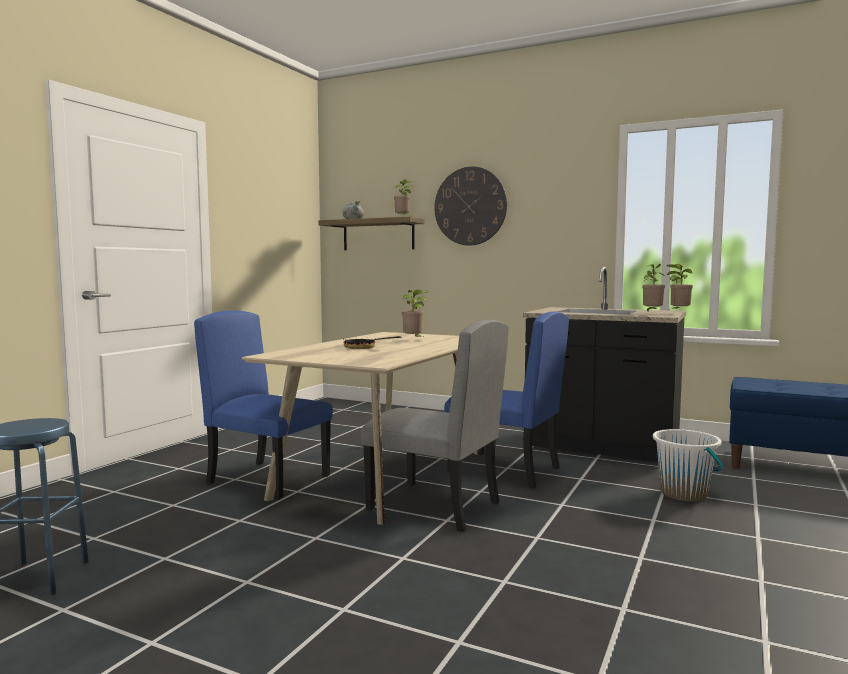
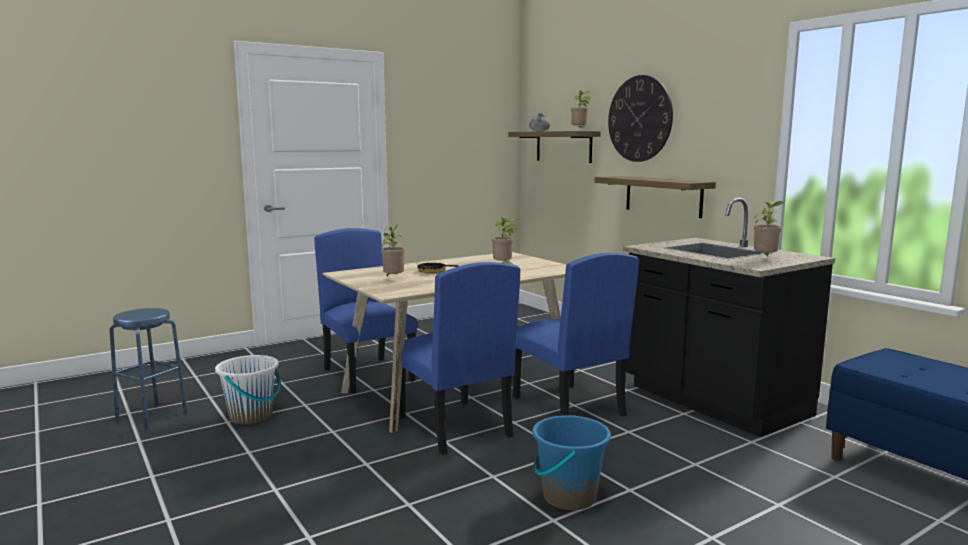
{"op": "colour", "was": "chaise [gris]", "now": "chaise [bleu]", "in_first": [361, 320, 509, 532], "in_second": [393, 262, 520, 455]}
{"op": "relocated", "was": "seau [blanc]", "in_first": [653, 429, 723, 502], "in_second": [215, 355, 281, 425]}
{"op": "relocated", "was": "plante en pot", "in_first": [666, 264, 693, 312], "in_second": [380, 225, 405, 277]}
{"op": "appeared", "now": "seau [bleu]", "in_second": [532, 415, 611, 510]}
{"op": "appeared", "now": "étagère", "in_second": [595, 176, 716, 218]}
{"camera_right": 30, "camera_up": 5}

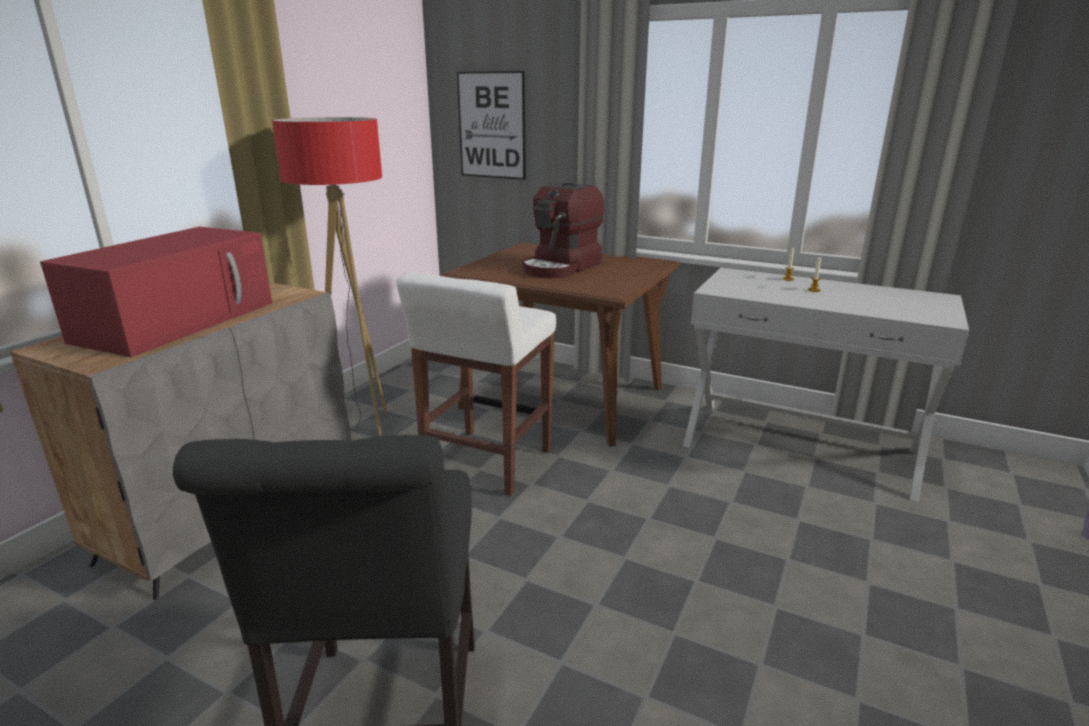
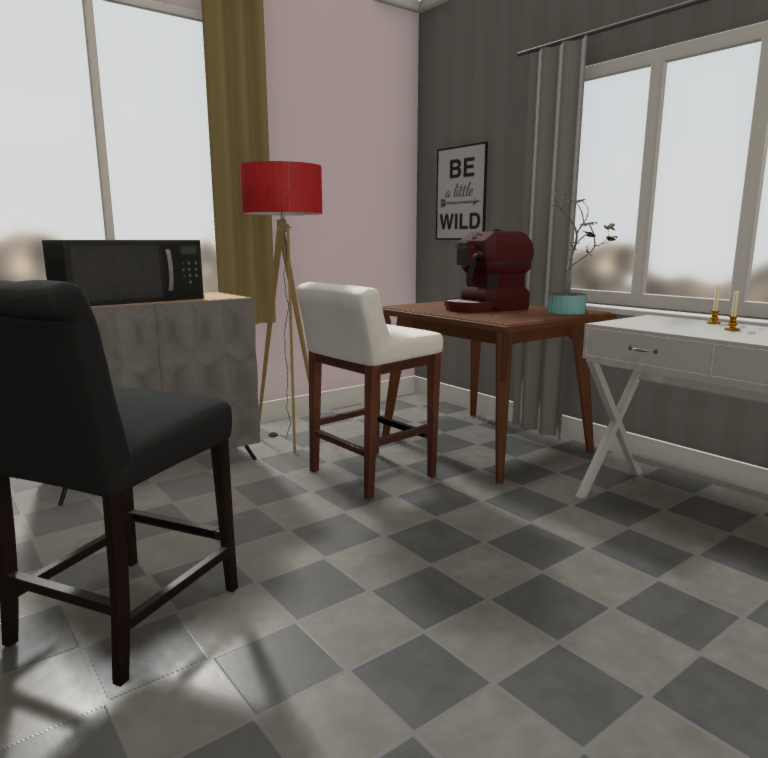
{"op": "colour", "was": "micro-ondes [rouge]", "now": "micro-ondes [noir]", "in_first": [40, 227, 272, 357], "in_second": [42, 240, 204, 306]}
{"op": "appeared", "now": "plante en pot", "in_second": [548, 191, 617, 315]}
{"camera_right": 25, "camera_up": -10}

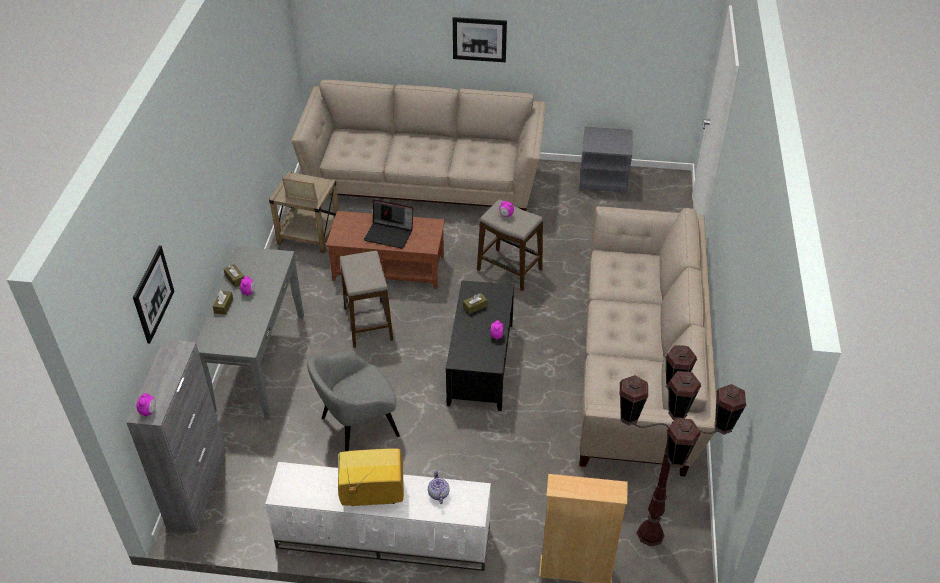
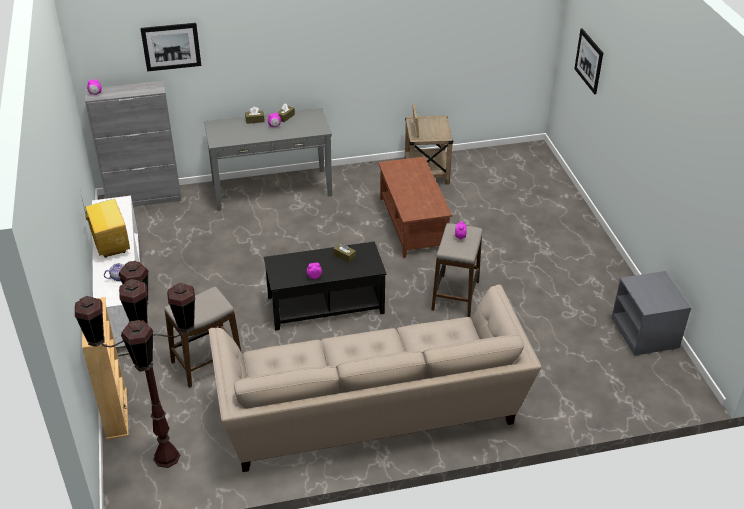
{"op": "missing", "was": "canapé [beige]", "in_first": [292, 80, 546, 211]}
{"op": "missing", "was": "fauteuil [gris]", "in_first": [307, 352, 400, 451]}
{"op": "relocated", "was": "tabouret", "in_first": [340, 251, 393, 348], "in_second": [165, 286, 241, 388]}
{"op": "missing", "was": "ordinateur portable", "in_first": [364, 200, 413, 249]}
{"op": "relocated", "was": "tableau", "in_first": [453, 17, 507, 62], "in_second": [574, 28, 603, 94]}
{"camera_right": 70, "camera_up": -5}

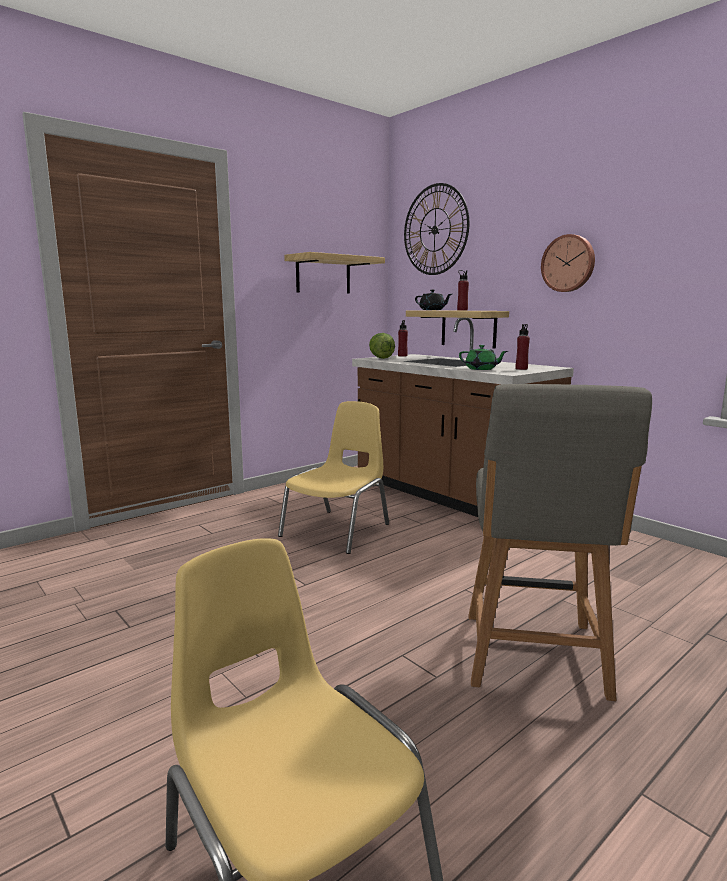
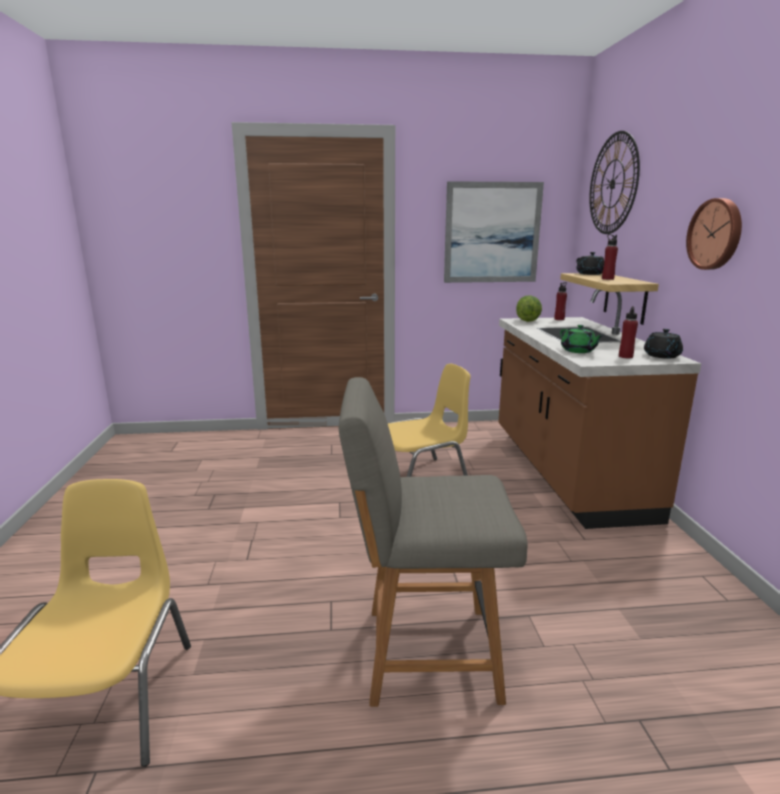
{"op": "exchanged", "was": "étagère", "now": "tableau", "in_first": [284, 252, 385, 293], "in_second": [444, 181, 544, 283]}
{"op": "spun", "was": "chaise [gris]", "in_first": [469, 384, 652, 701], "in_second": [339, 377, 528, 707], "clockwise": 45}
{"op": "appeared", "now": "théière [noir]", "in_second": [644, 329, 683, 358]}
{"camera_right": 35, "camera_up": 5}

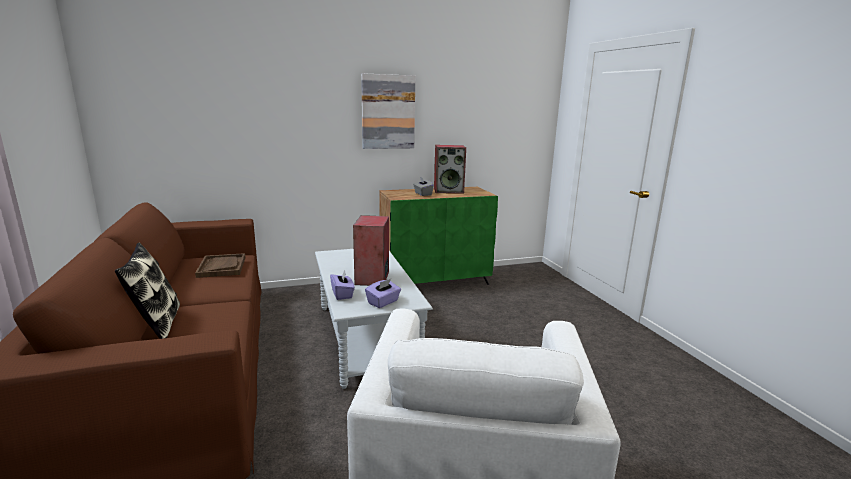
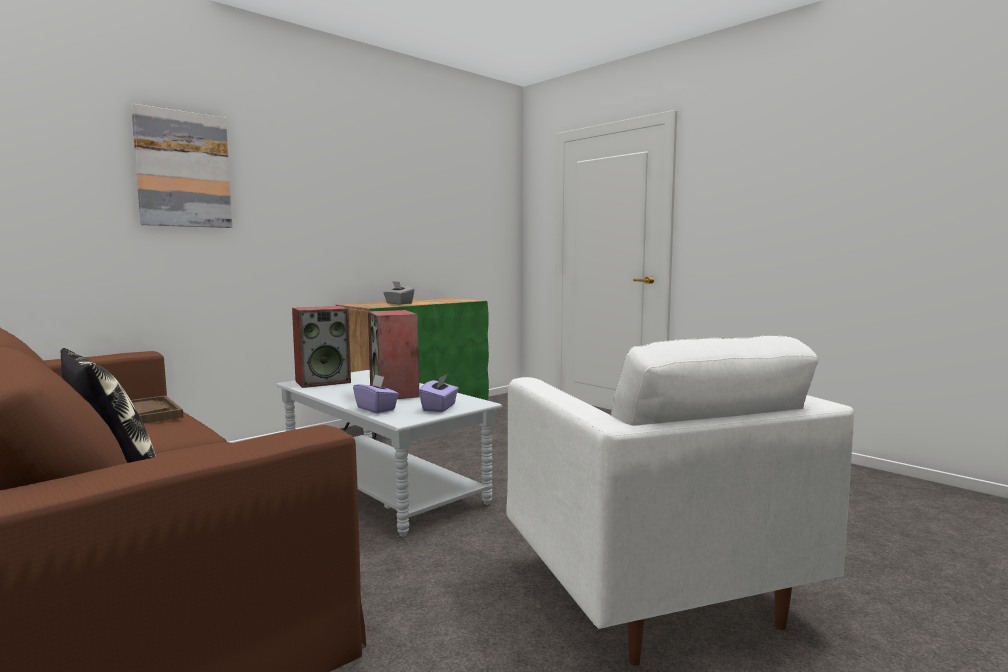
{"op": "relocated", "was": "tableau", "in_first": [361, 73, 415, 149], "in_second": [131, 104, 232, 228]}
{"op": "relocated", "was": "enceinte", "in_first": [434, 145, 466, 194], "in_second": [292, 306, 351, 388]}
{"camera_right": -25, "camera_up": -10}

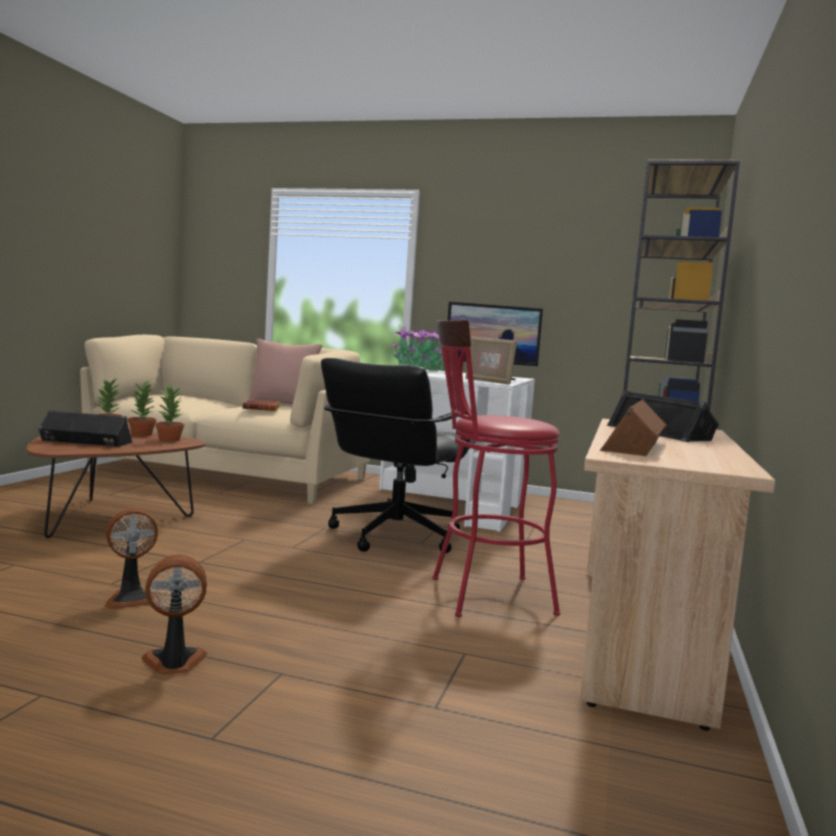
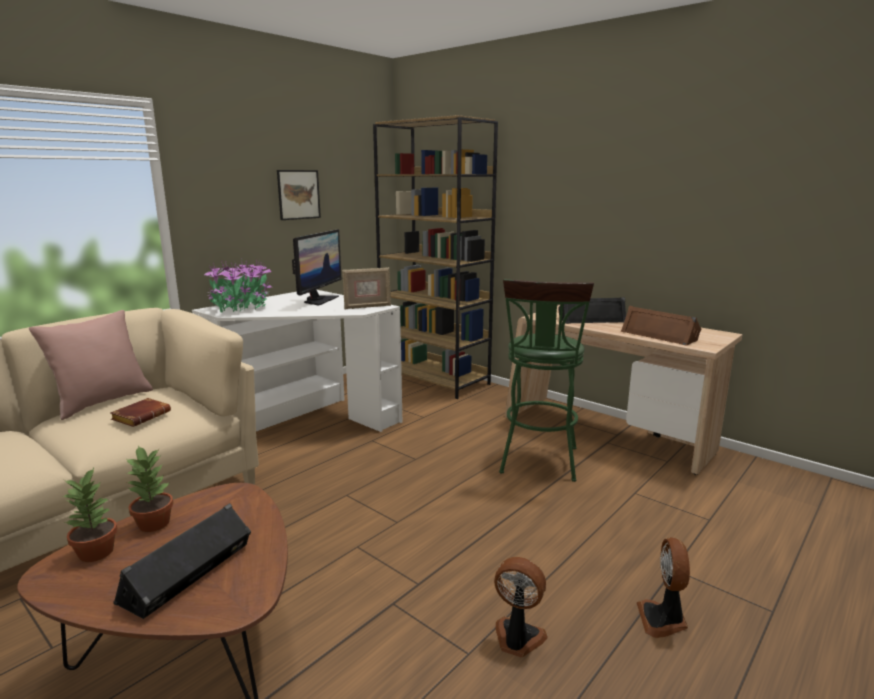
{"op": "spun", "was": "ventilateur", "in_first": [105, 508, 161, 610], "in_second": [494, 557, 548, 658], "clockwise": -60}
{"op": "missing", "was": "plante en pot", "in_first": [155, 384, 184, 442]}
{"op": "missing", "was": "chaise de bureau [noir]", "in_first": [321, 358, 476, 553]}
{"op": "colour", "was": "tabouret [rouge]", "now": "tabouret [vert]", "in_first": [432, 320, 560, 617], "in_second": [499, 279, 594, 482]}
{"op": "appeared", "now": "tableau", "in_second": [277, 170, 321, 220]}
{"camera_right": -65, "camera_up": 10}

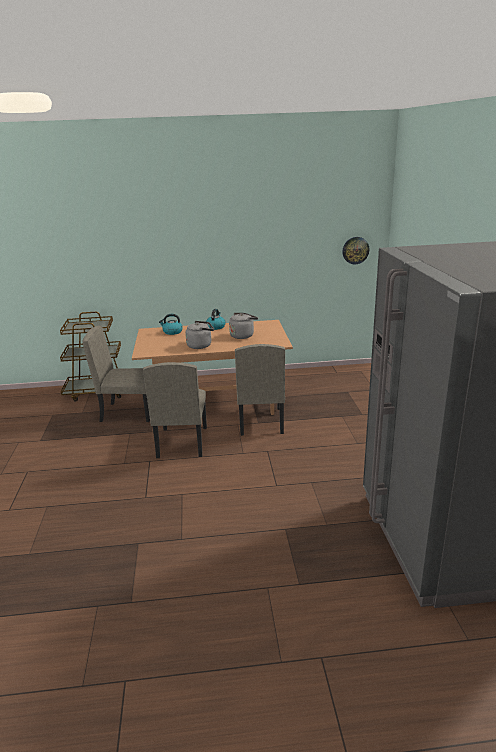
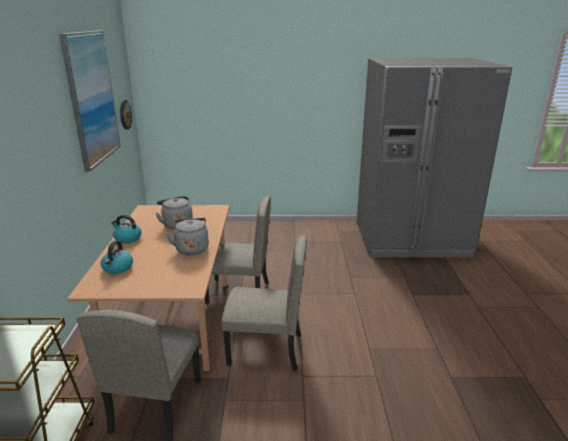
{"op": "appeared", "now": "tableau", "in_second": [59, 30, 121, 172]}
{"camera_right": -85, "camera_up": 0}

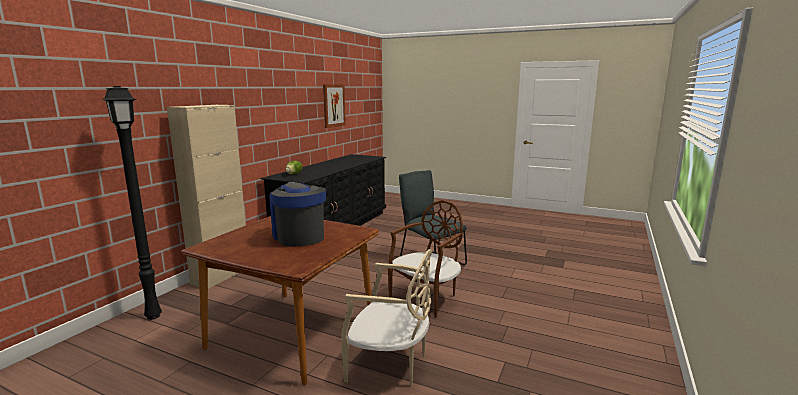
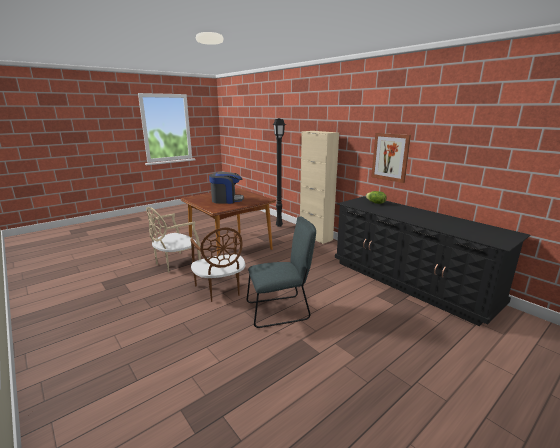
{"op": "relocated", "was": "tableau", "in_first": [323, 84, 346, 128], "in_second": [371, 133, 411, 183]}
{"camera_right": 115, "camera_up": 5}

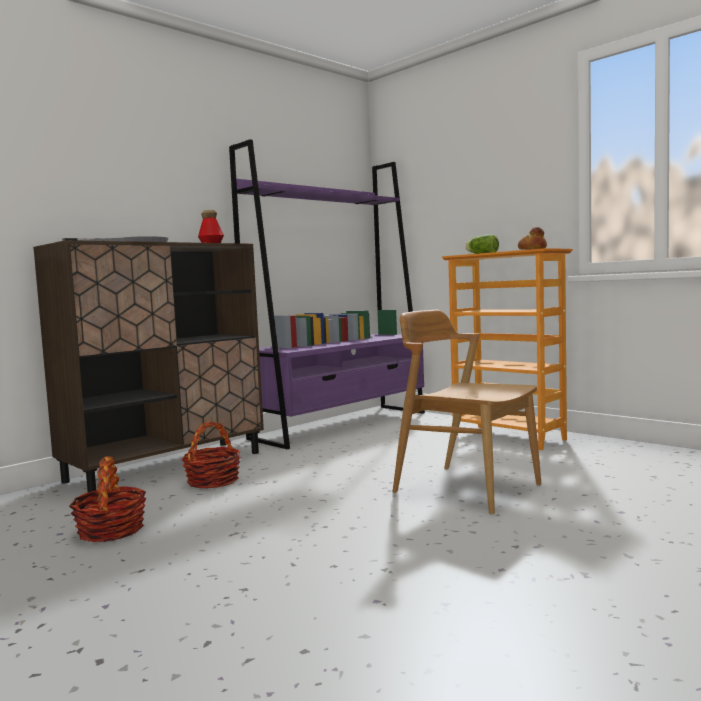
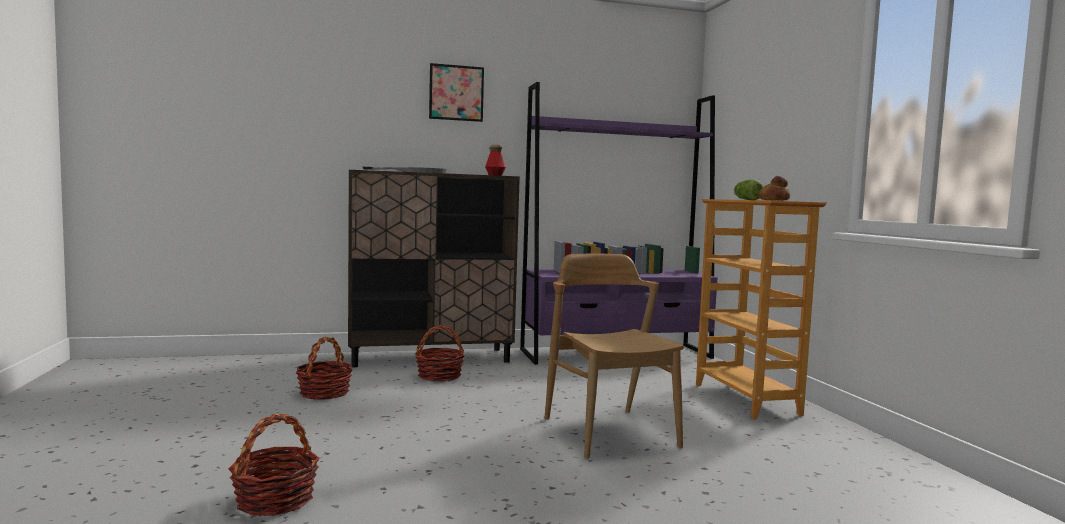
{"op": "appeared", "now": "panier", "in_second": [228, 414, 320, 516]}
{"op": "appeared", "now": "tableau", "in_second": [429, 63, 484, 122]}
{"camera_right": 30, "camera_up": 0}

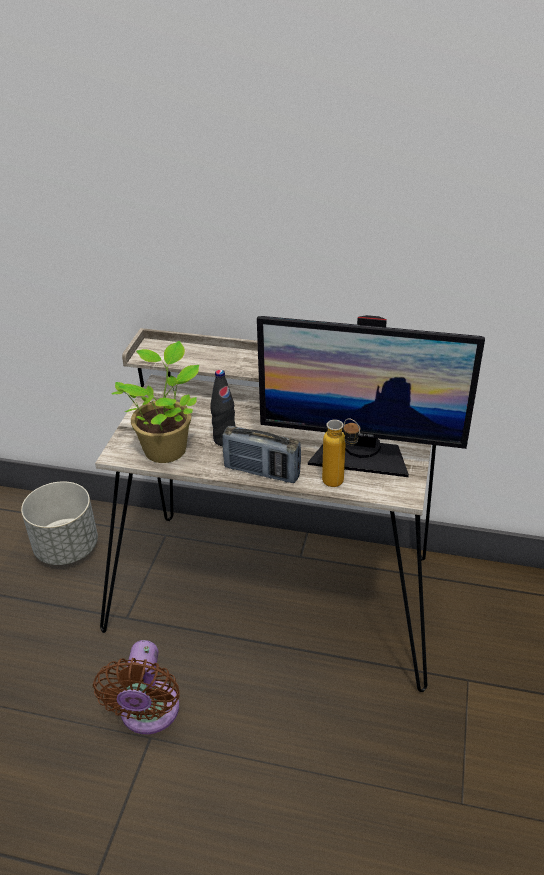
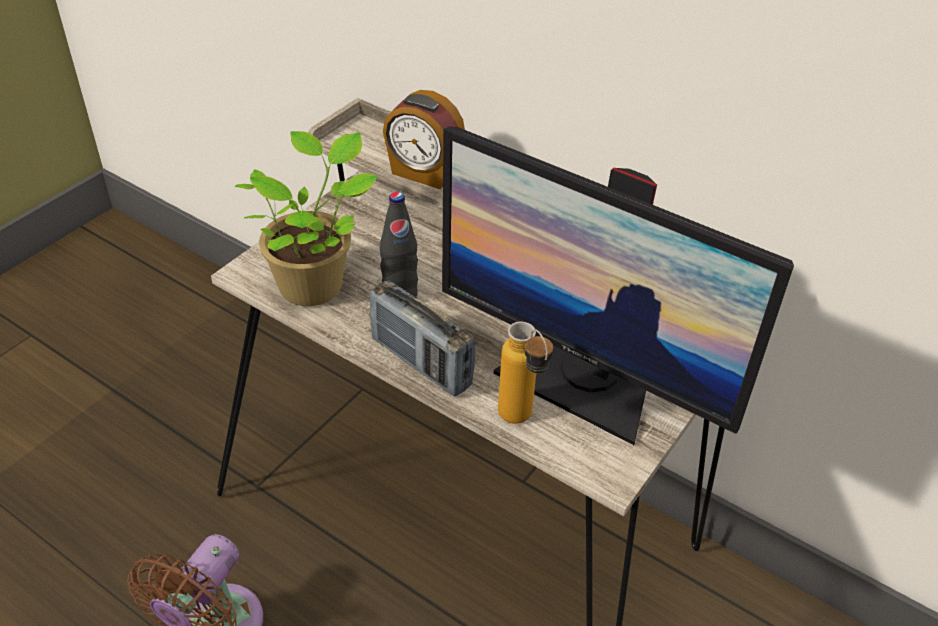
{"op": "missing", "was": "cache-pot [gris]", "in_first": [21, 481, 98, 565]}
{"op": "appeared", "now": "réveil", "in_second": [383, 90, 465, 189]}
{"camera_right": 20, "camera_up": 5}

